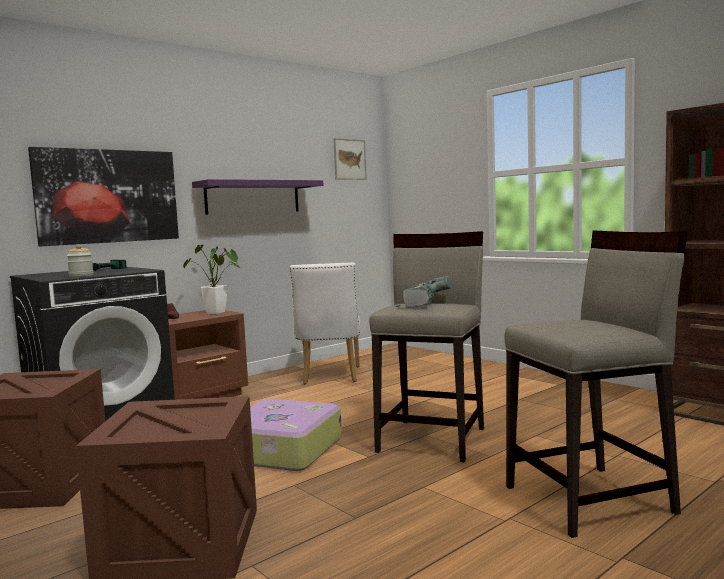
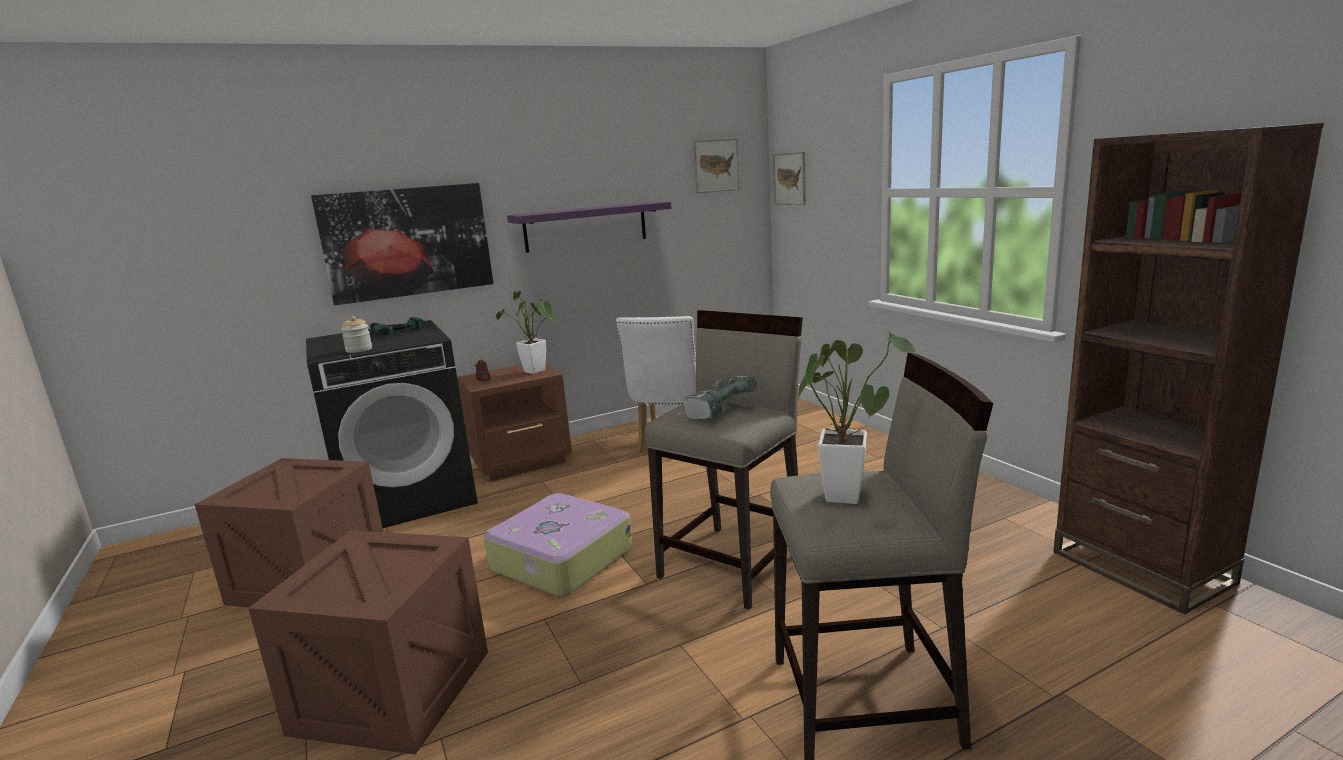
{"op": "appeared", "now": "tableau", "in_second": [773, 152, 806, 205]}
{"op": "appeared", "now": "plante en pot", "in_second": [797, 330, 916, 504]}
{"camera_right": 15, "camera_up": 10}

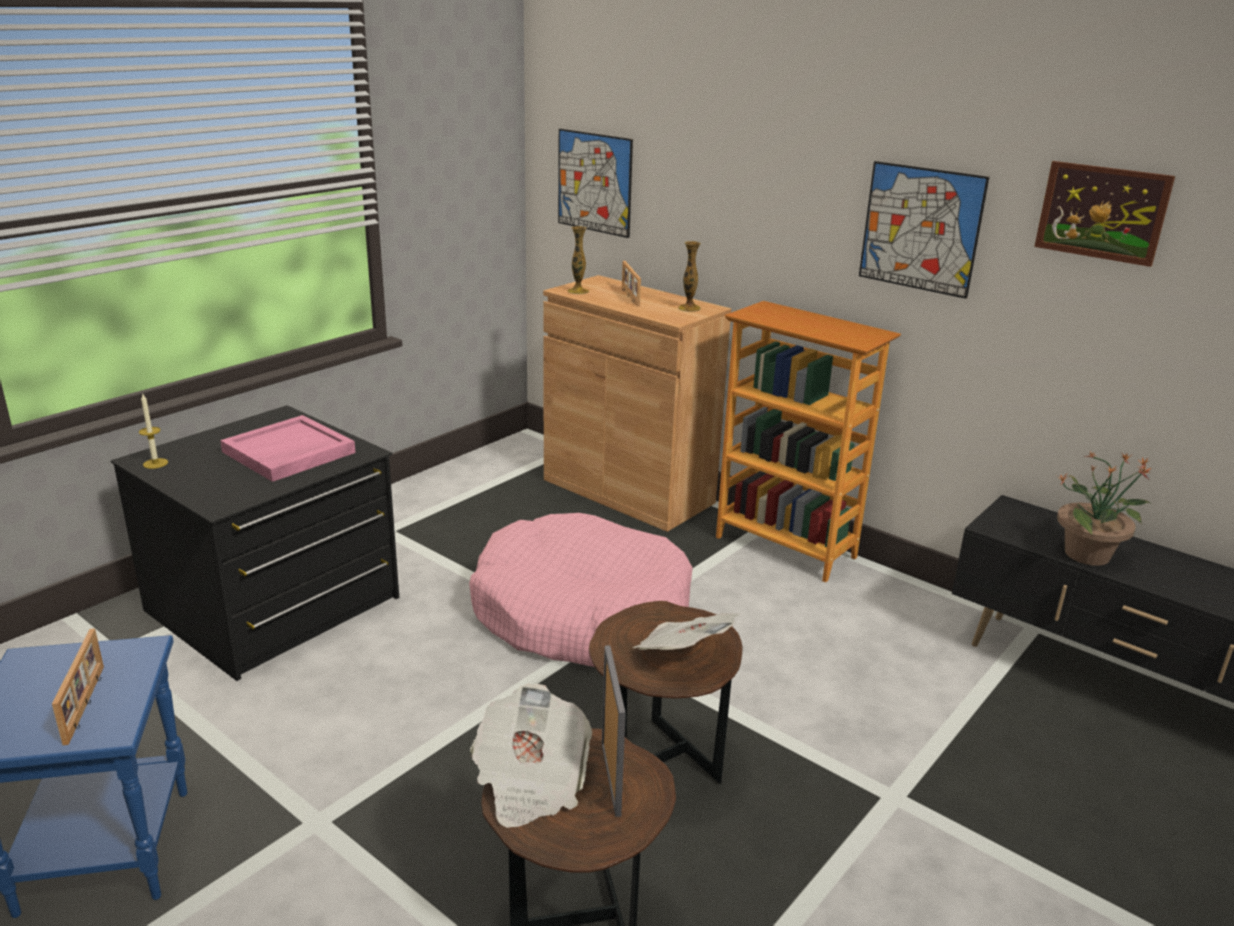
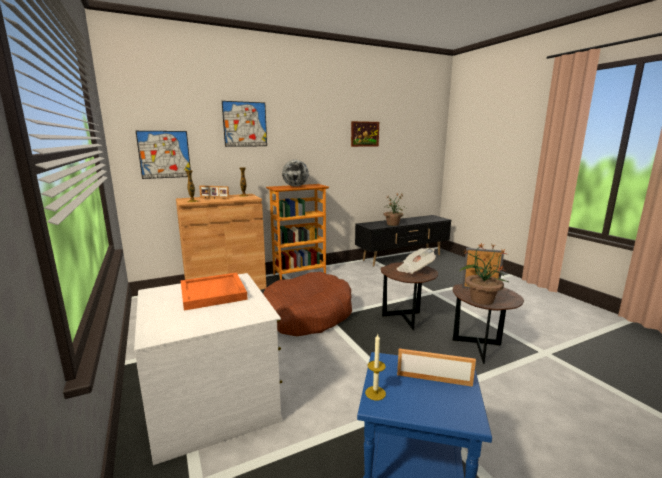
{"op": "colour", "was": "commode [noir]", "now": "commode [blanc]", "in_first": [111, 405, 399, 681], "in_second": [134, 273, 282, 465]}
{"op": "relocated", "was": "bougie", "in_first": [139, 394, 168, 469], "in_second": [365, 334, 386, 400]}
{"op": "colour", "was": "plateau [rose]", "now": "plateau [orange]", "in_first": [220, 415, 356, 482], "in_second": [180, 273, 248, 311]}
{"op": "colour", "was": "panier pour chien [rose]", "now": "panier pour chien [marron]", "in_first": [469, 513, 693, 667], "in_second": [263, 272, 352, 336]}
{"op": "exchanged", "was": "journal", "now": "plante en pot", "in_first": [470, 684, 593, 828], "in_second": [459, 243, 509, 305]}
{"op": "relocated", "was": "tableau", "in_first": [859, 161, 989, 299], "in_second": [222, 101, 267, 147]}
{"op": "appeared", "now": "globe", "in_second": [282, 160, 309, 187]}
{"camera_right": -65, "camera_up": -10}

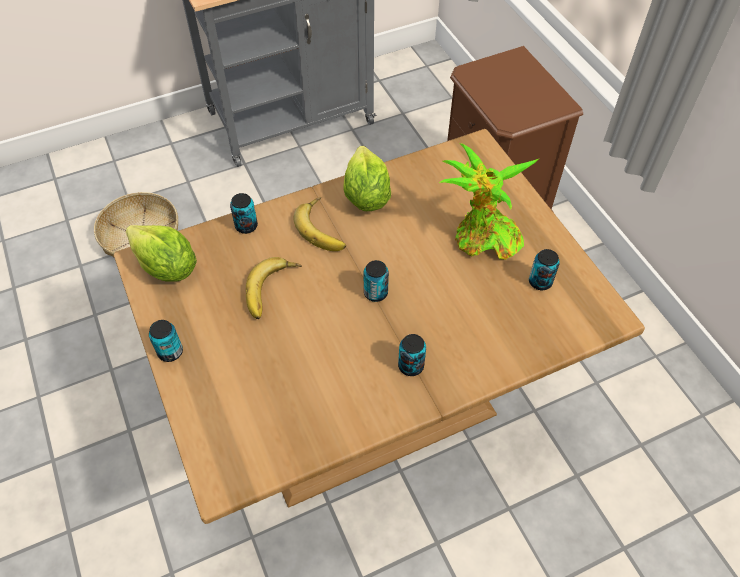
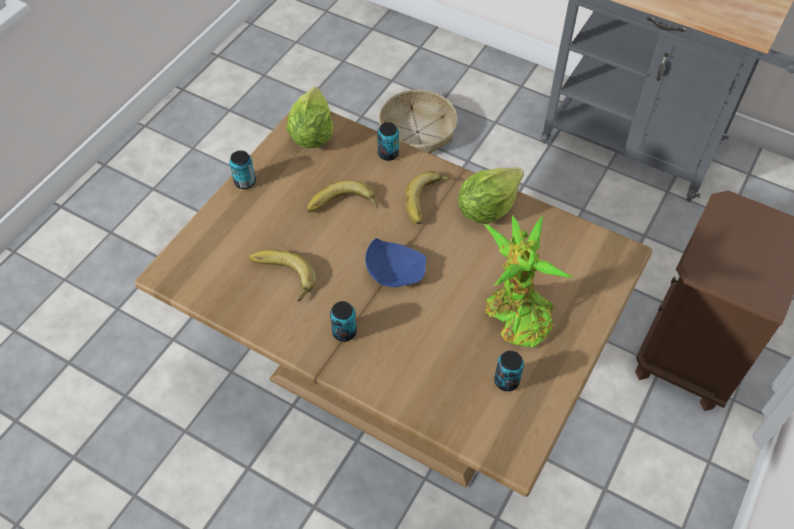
{"op": "exchanged", "was": "boîte métallique", "now": "assiette [bleu]", "in_first": [364, 260, 389, 302], "in_second": [365, 238, 427, 287]}
{"op": "appeared", "now": "banane", "in_second": [249, 250, 316, 301]}
{"camera_right": 55, "camera_up": 0}

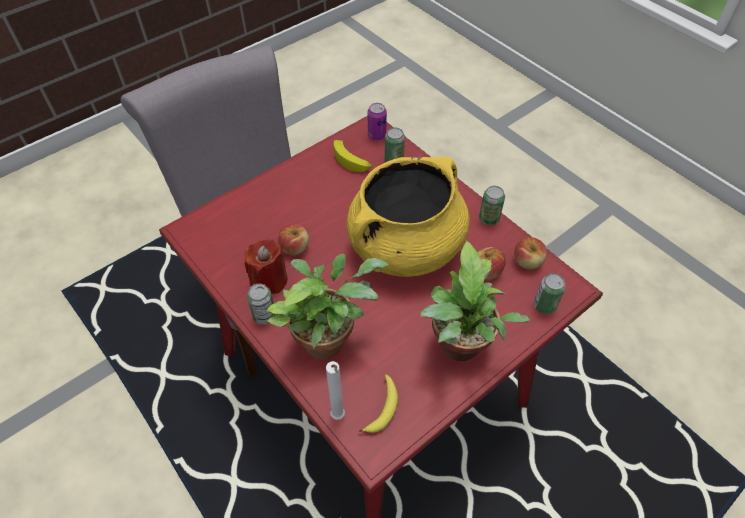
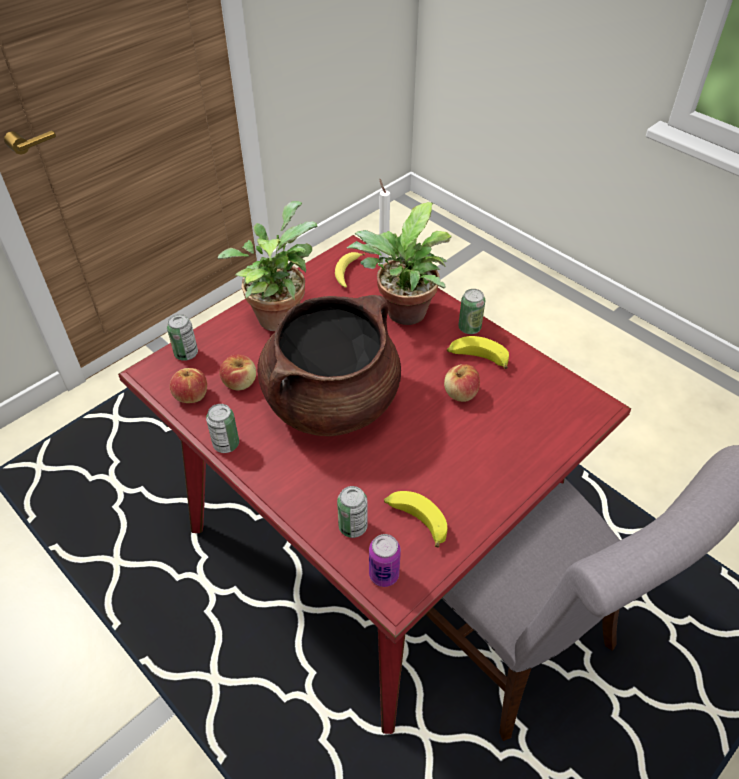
{"op": "exchanged", "was": "bougie [rouge]", "now": "banane", "in_first": [245, 238, 287, 294], "in_second": [447, 336, 509, 369]}
{"op": "colour", "was": "marmite [jaune]", "now": "marmite [marron]", "in_first": [347, 156, 470, 277], "in_second": [257, 295, 401, 436]}
{"camera_right": 175, "camera_up": -5}

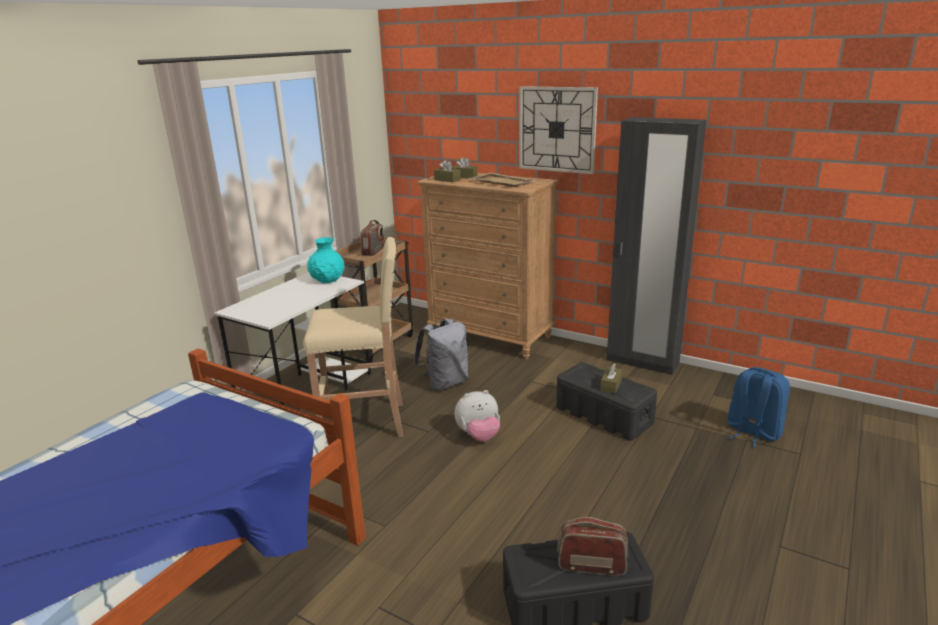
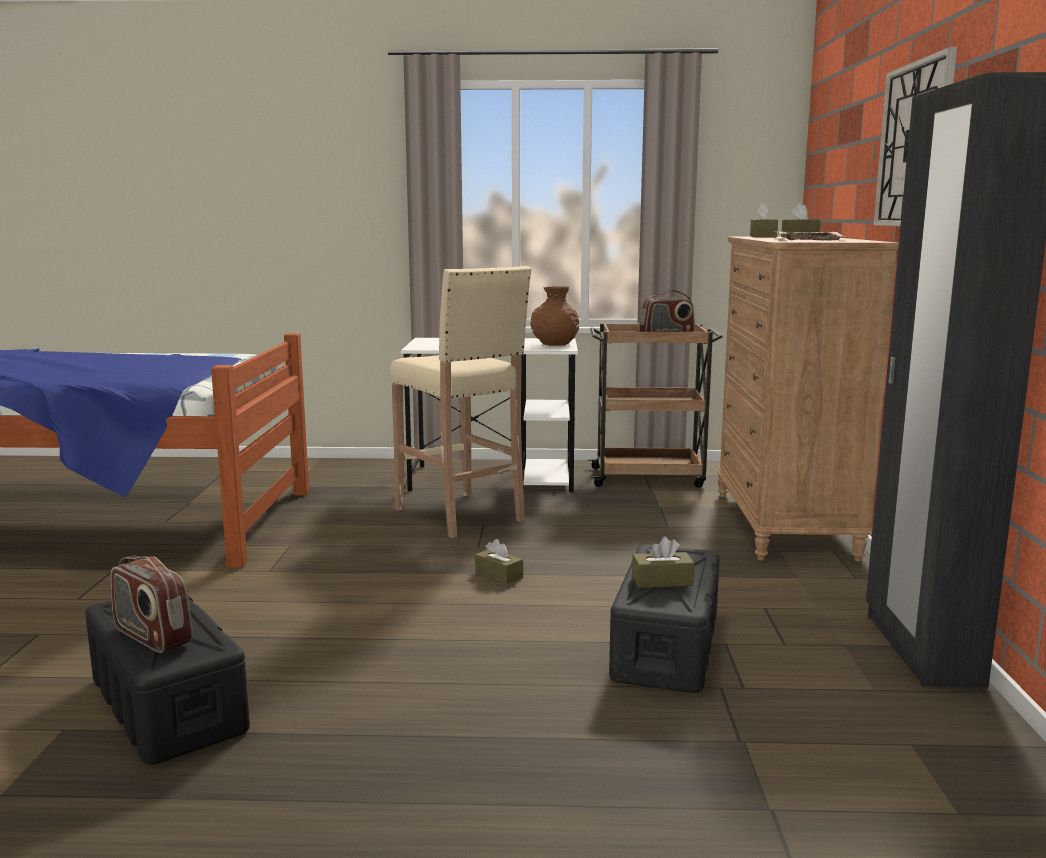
{"op": "colour", "was": "vase [turquoise]", "now": "vase [marron]", "in_first": [307, 237, 345, 283], "in_second": [530, 286, 579, 346]}
{"op": "missing", "was": "sac à dos [gris]", "in_first": [414, 319, 468, 391]}
{"op": "exchanged", "was": "peluche", "now": "boîte à mouchoirs [marron]", "in_first": [454, 390, 500, 442], "in_second": [475, 539, 523, 585]}
{"op": "spun", "was": "radio", "in_first": [557, 517, 629, 576], "in_second": [111, 556, 193, 653], "clockwise": 150}
{"op": "missing", "was": "sac à dos [bleu]", "in_first": [727, 367, 790, 447]}
{"camera_right": 60, "camera_up": -10}

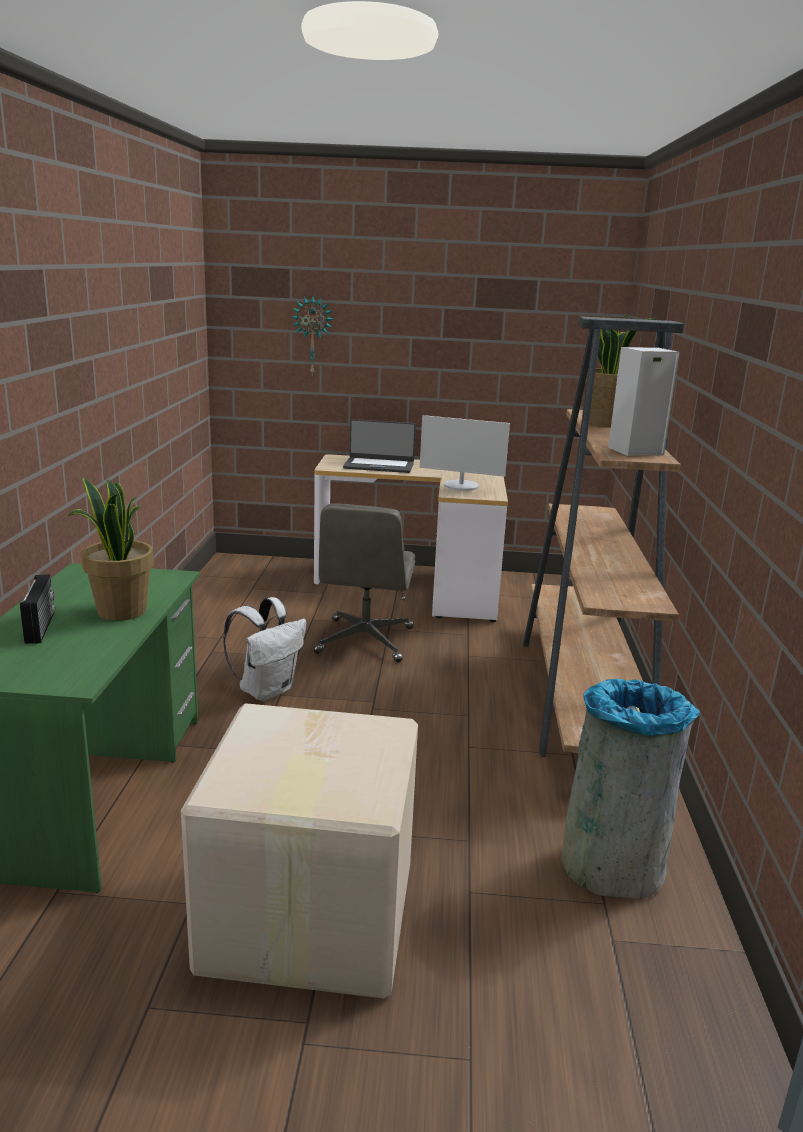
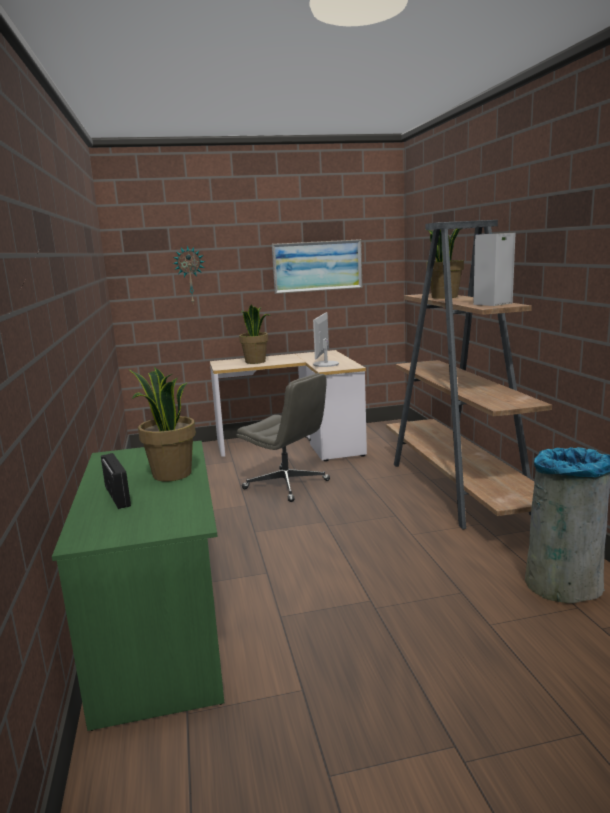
{"op": "missing", "was": "carton", "in_first": [181, 703, 418, 998]}
{"op": "missing", "was": "sac à dos [blanc]", "in_first": [223, 597, 306, 701]}
{"op": "spun", "was": "chaise de bureau [gris]", "in_first": [313, 503, 415, 662], "in_second": [237, 373, 330, 502], "clockwise": -45}
{"op": "exchanged", "was": "ordinateur portable", "now": "plante en pot", "in_first": [343, 419, 416, 473], "in_second": [239, 305, 271, 364]}
{"op": "spun", "was": "écran d'ordinateur", "in_first": [420, 415, 510, 491], "in_second": [313, 312, 339, 367], "clockwise": 105}
{"op": "appeared", "now": "tableau", "in_second": [272, 239, 362, 294]}
{"camera_right": -15, "camera_up": -5}

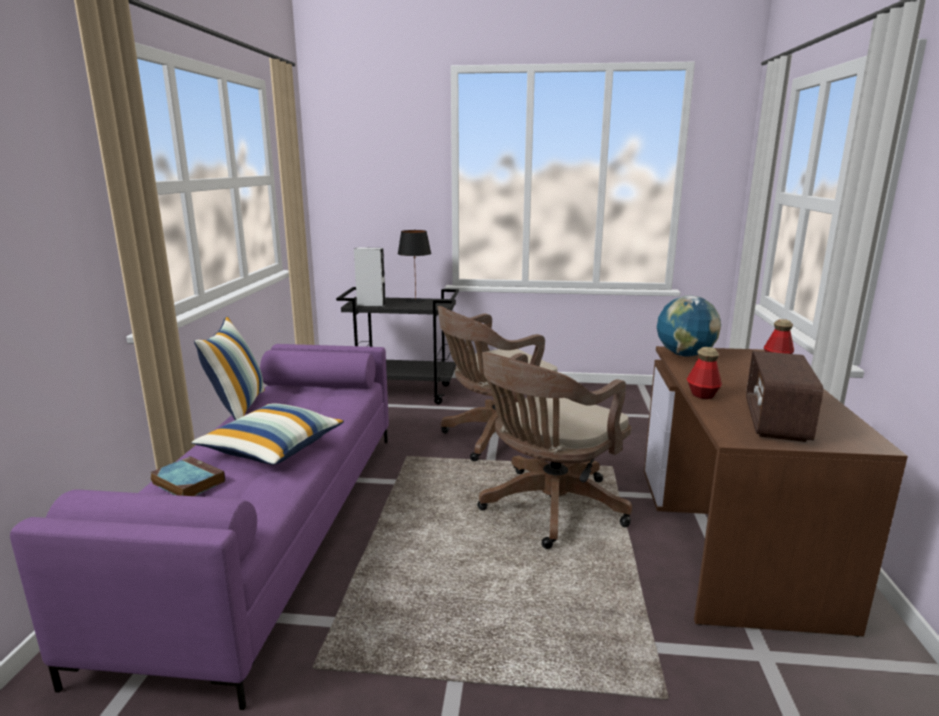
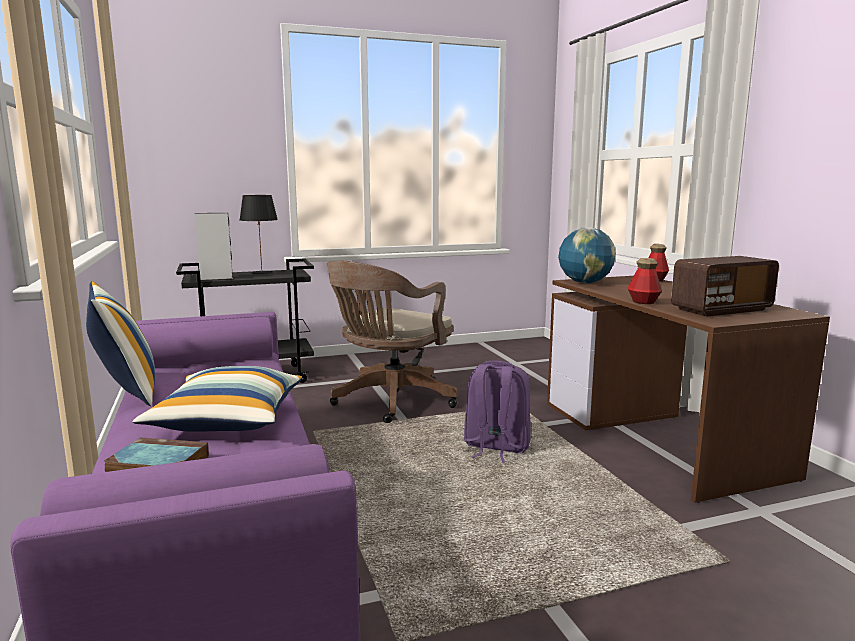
{"op": "exchanged", "was": "chaise de bureau [marron]", "now": "sac à dos [violet]", "in_first": [478, 352, 632, 549], "in_second": [464, 361, 531, 462]}
{"op": "spun", "was": "radio", "in_first": [746, 351, 823, 442], "in_second": [671, 256, 779, 316], "clockwise": -105}
{"camera_right": -25, "camera_up": -5}

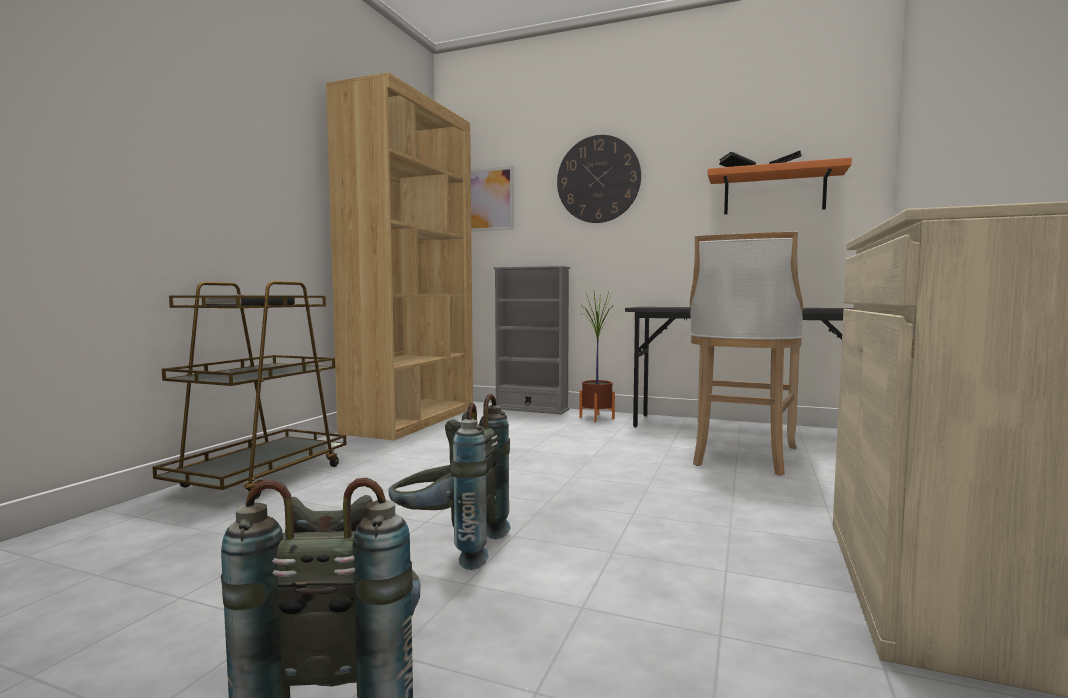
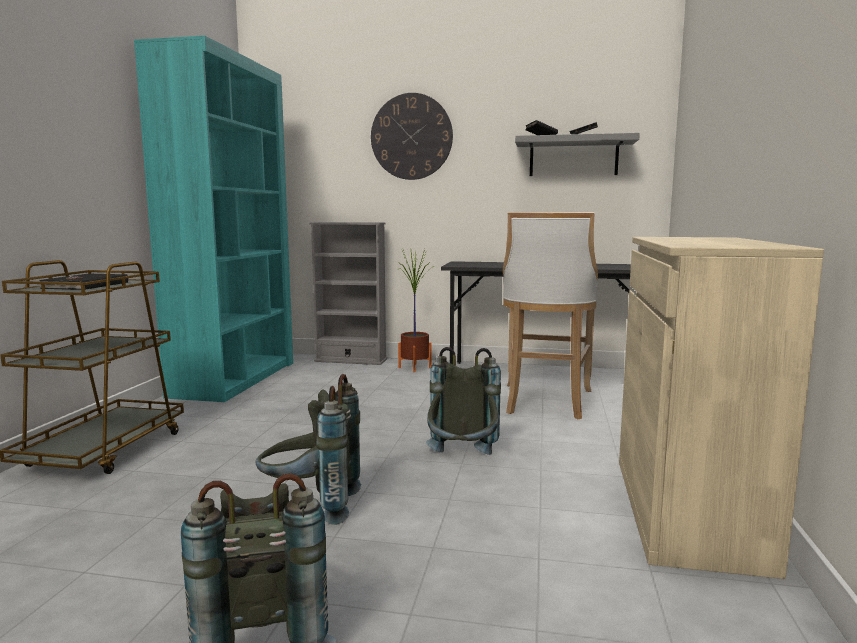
{"op": "colour", "was": "bibliothèque [marron]", "now": "bibliothèque [turquoise]", "in_first": [326, 72, 473, 440], "in_second": [134, 35, 293, 402]}
{"op": "missing", "was": "tableau", "in_first": [471, 166, 513, 231]}
{"op": "colour", "was": "étagère [orange]", "now": "étagère [gris]", "in_first": [708, 157, 852, 214], "in_second": [515, 133, 640, 176]}
{"op": "appeared", "now": "sac à dos [gris]", "in_second": [426, 347, 501, 455]}
{"camera_right": -10, "camera_up": 5}

